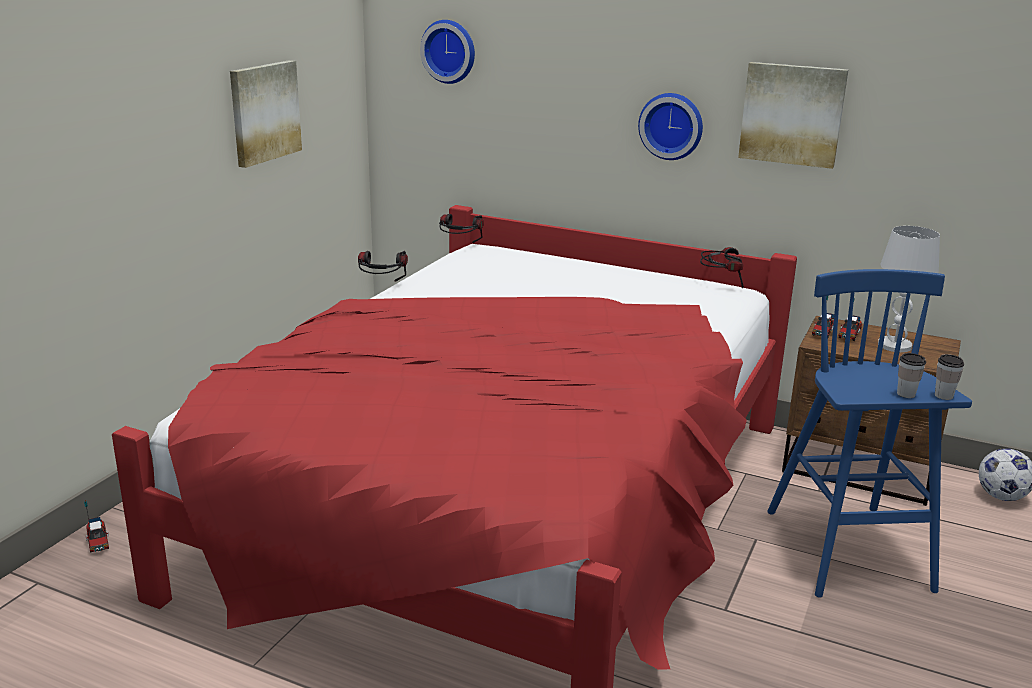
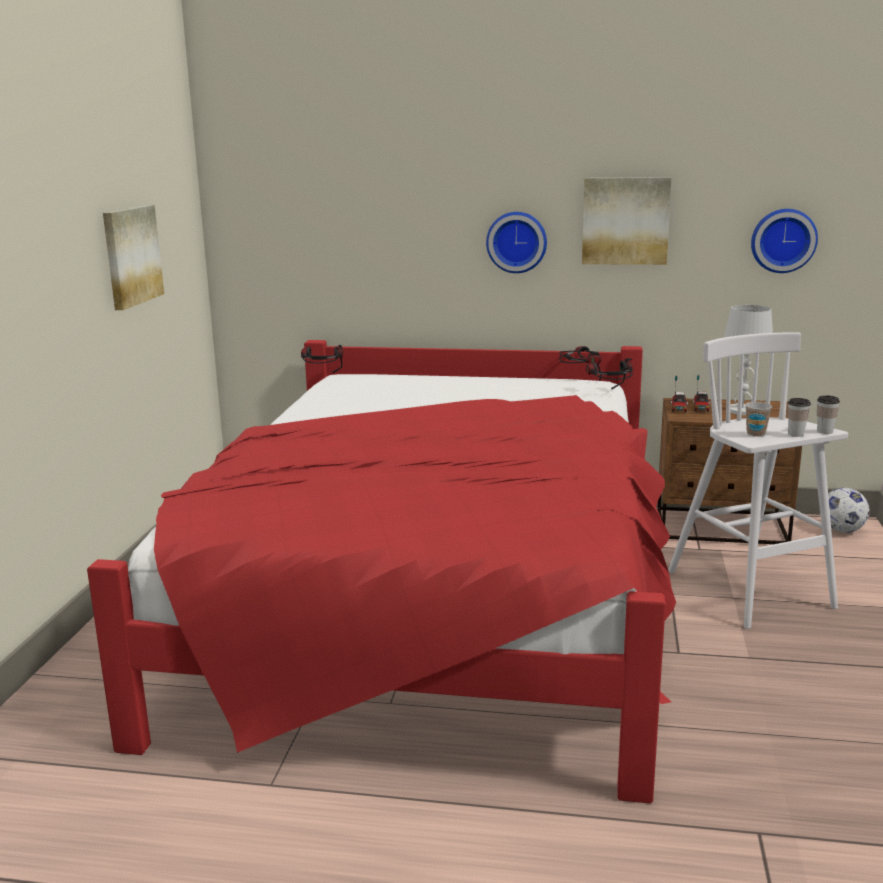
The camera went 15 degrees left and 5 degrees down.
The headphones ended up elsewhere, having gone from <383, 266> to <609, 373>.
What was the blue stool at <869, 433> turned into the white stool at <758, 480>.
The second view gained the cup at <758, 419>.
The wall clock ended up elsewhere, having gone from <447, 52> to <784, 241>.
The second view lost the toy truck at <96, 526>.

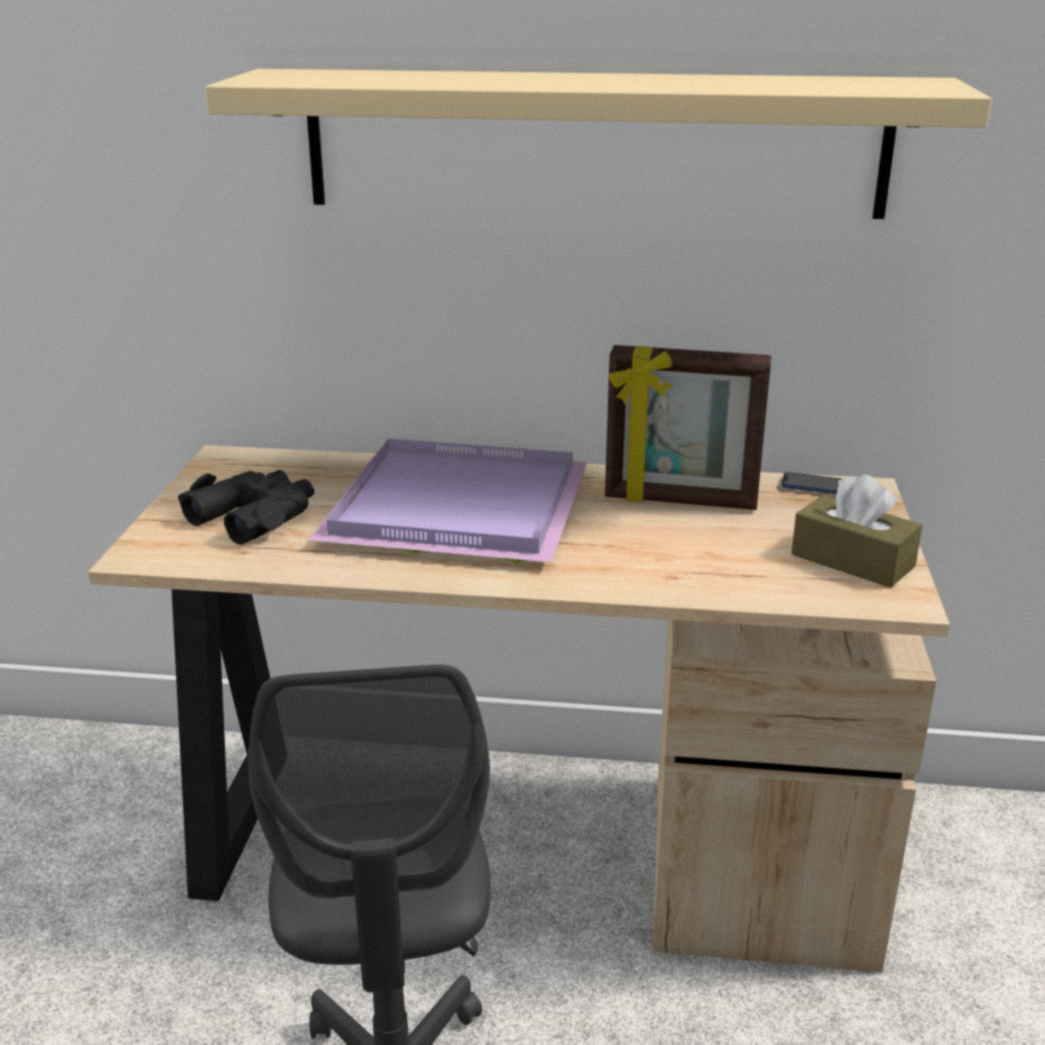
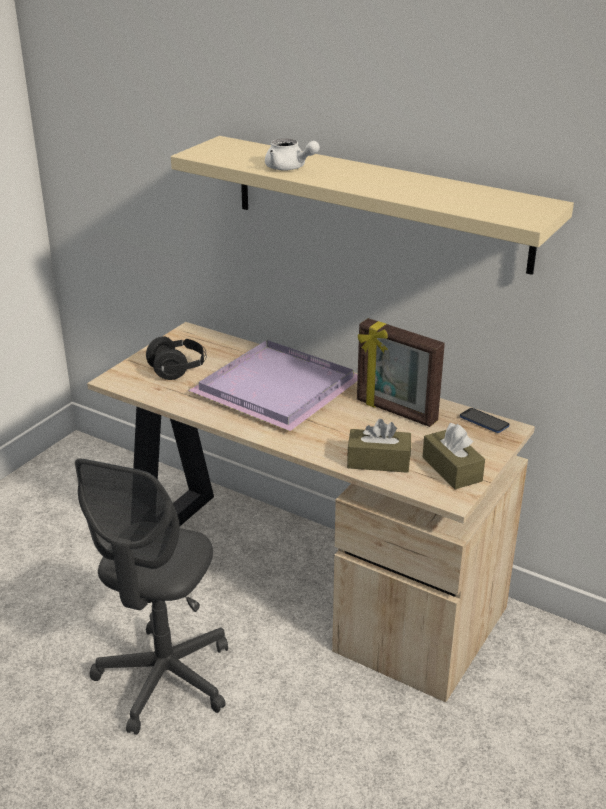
The camera went 25 degrees right and 5 degrees up.
Where the black binoculars stood at <246, 507>, the black headphones came to stand at <176, 358>.
The second view gained the white teapot at <292, 154>.
The second view gained the brown tissue box at <379, 446>.

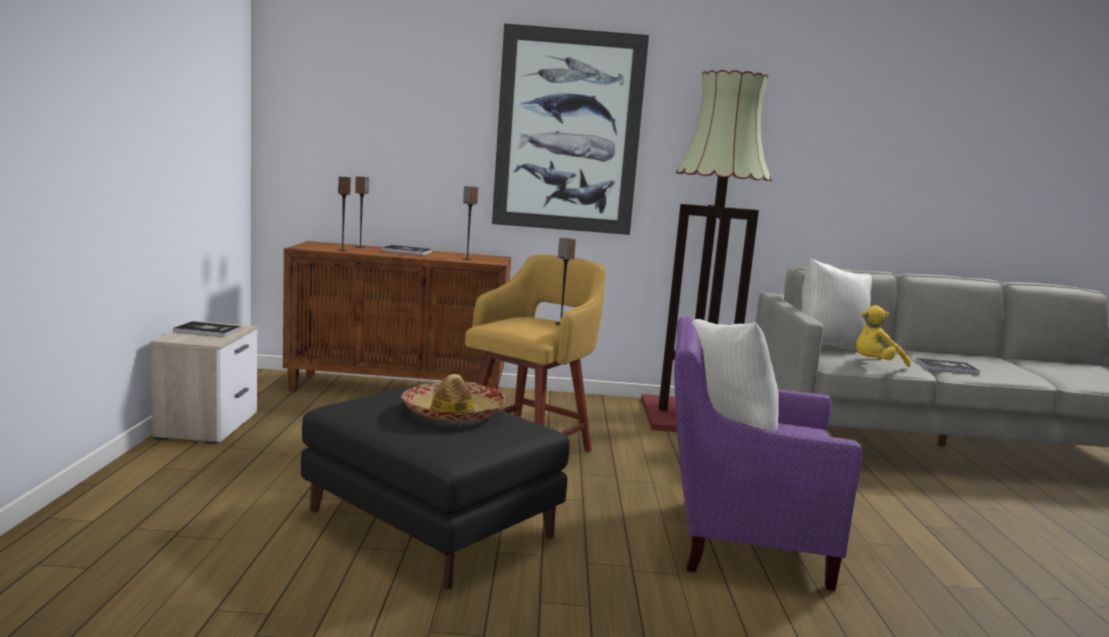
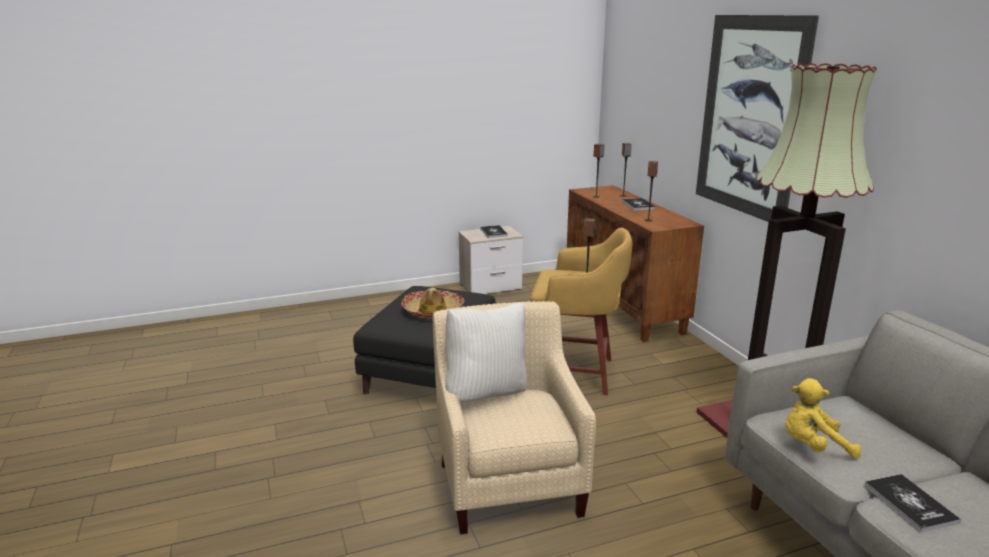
The camera went 70 degrees right and 10 degrees up.
What was the purple armchair at <768, 454> turned into the beige armchair at <514, 417>.
The yellow plush toy at <883, 336> ended up facing another way, 45 degrees counterclockwise from before.
The second view lost the white pillow at <837, 304>.

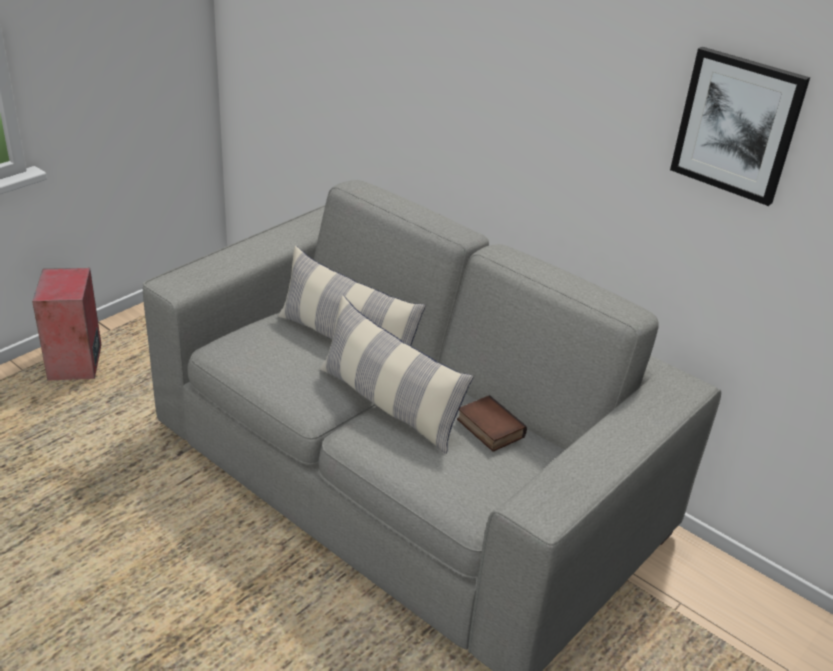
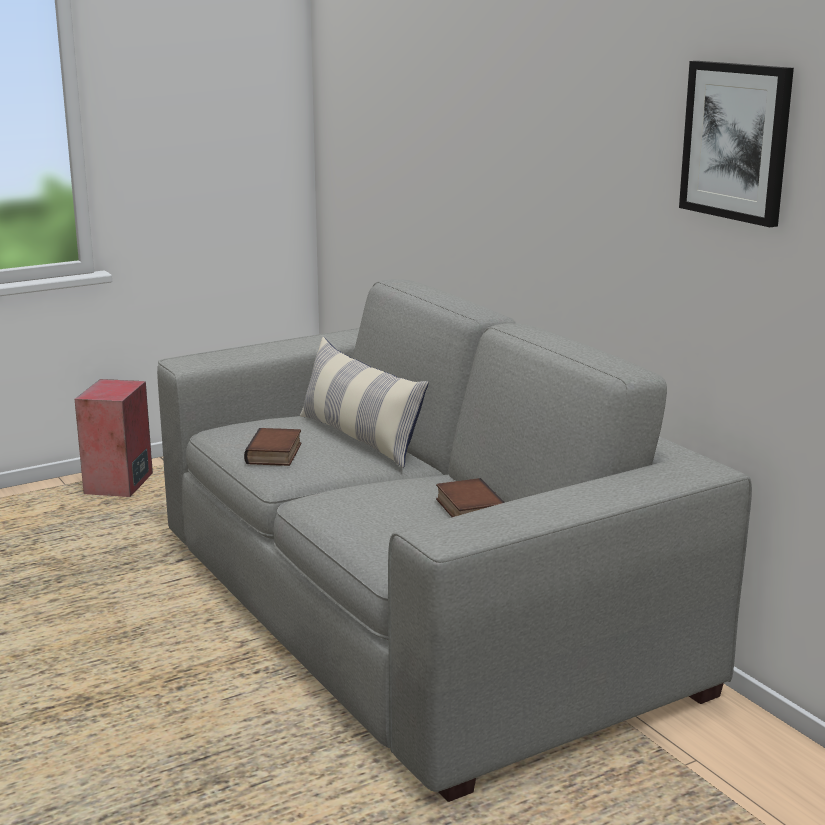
The camera went 20 degrees right and 15 degrees down.
The second view gained the book at <273, 447>.
The second view lost the pillow at <396, 374>.

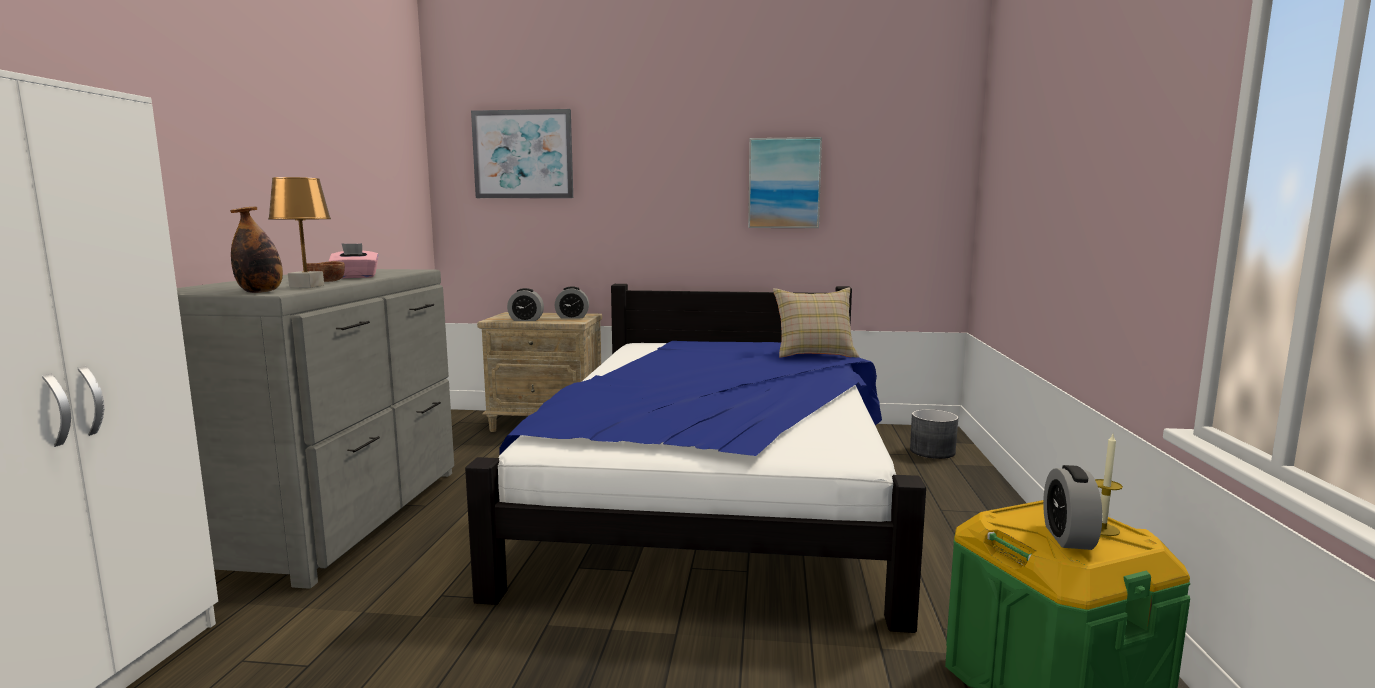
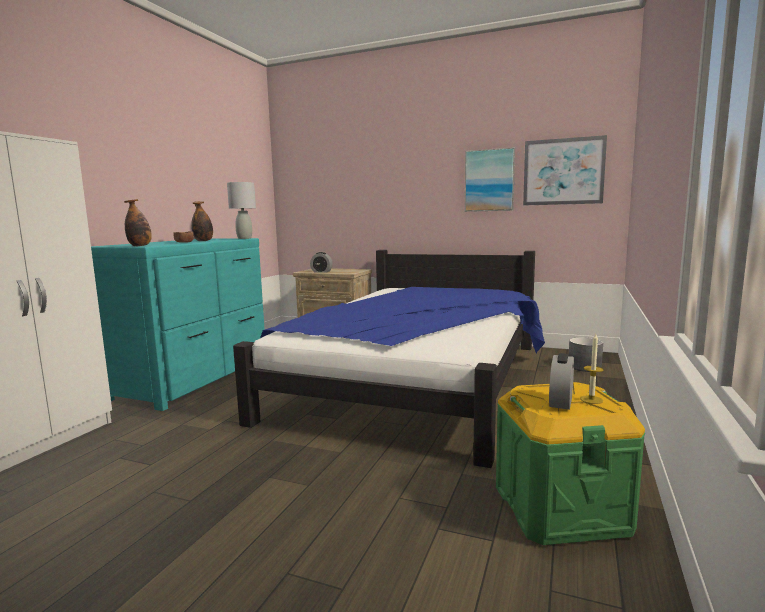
The camera went 15 degrees right and 0 degrees up.
What was the grey dresser at <315, 429> turned into the turquoise dresser at <178, 324>.
Where the pink tissue box stood at <354, 260>, the bottle came to stand at <202, 221>.
The second view gained the grey table lamp at <241, 210>.
The picture ended up elsewhere, having gone from <522, 153> to <565, 170>.
The second view lost the brown table lamp at <299, 232>.
The second view lost the alarm clock at <572, 302>.
The second view lost the beige pillow at <816, 323>.

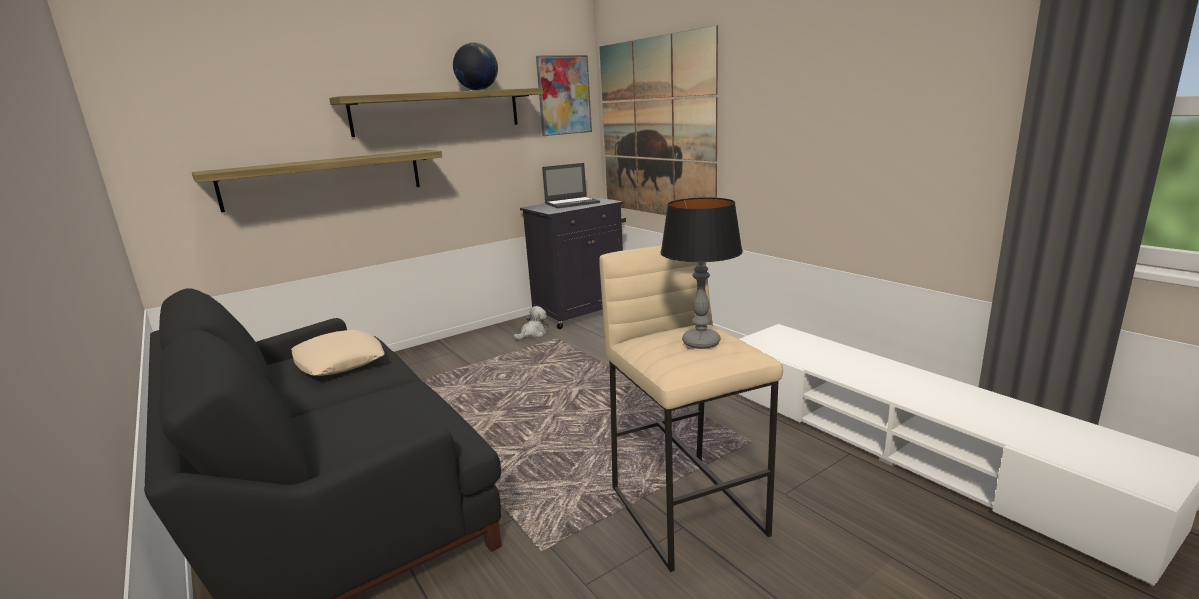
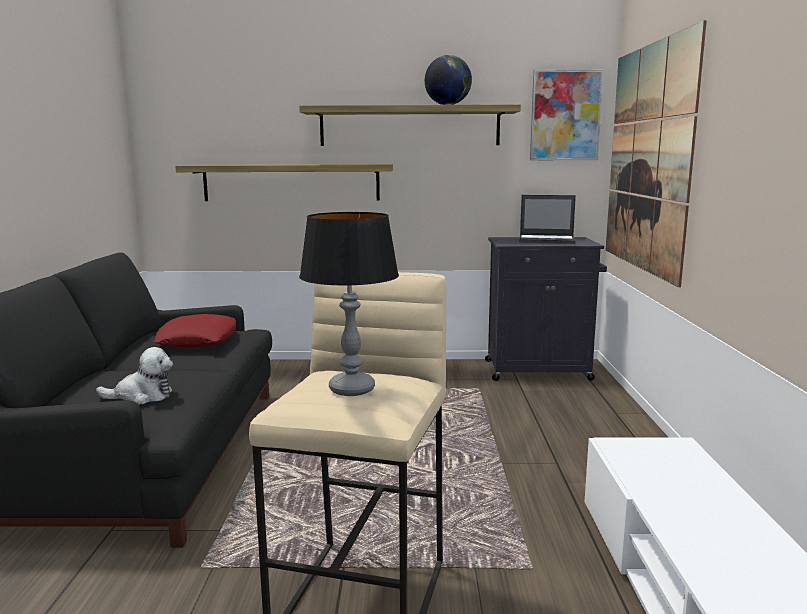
The camera went 35 degrees right and 5 degrees down.
The plush toy ended up elsewhere, having gone from <530, 323> to <134, 376>.
What was the beige pillow at <338, 353> turned into the red pillow at <194, 331>.

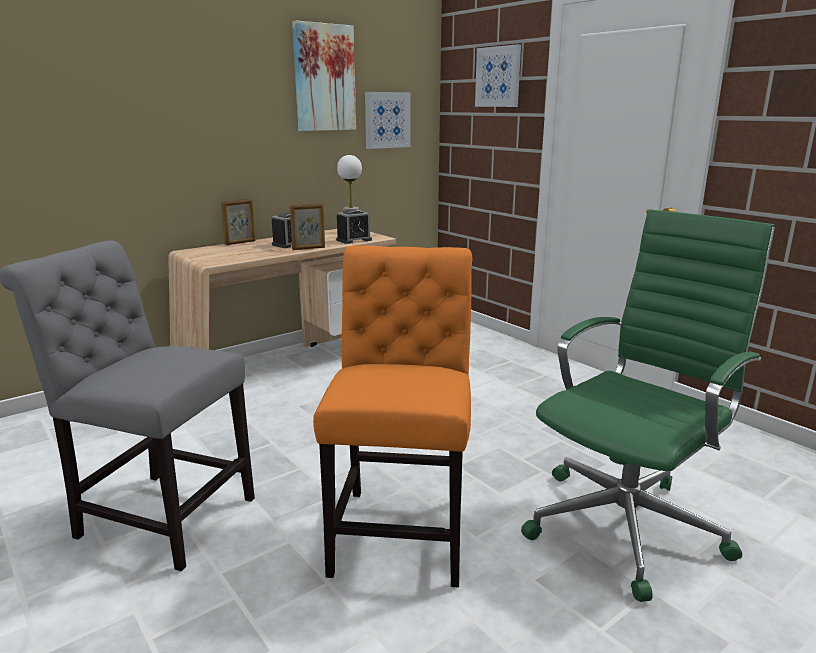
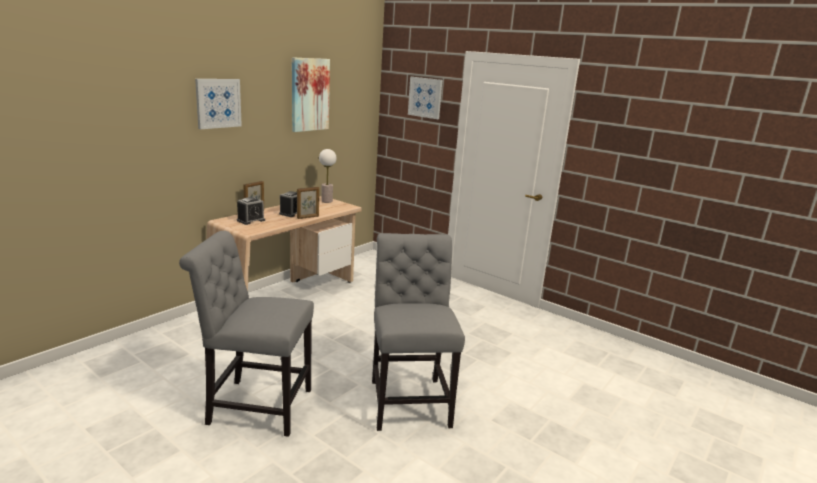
The camera went 15 degrees left and 0 degrees up.
The picture ended up elsewhere, having gone from <388, 120> to <218, 104>.
The alarm clock ended up elsewhere, having gone from <354, 226> to <251, 211>.
What was the orange chair at <392, 416> turned into the grey chair at <418, 332>.
The second view lost the green office chair at <648, 405>.

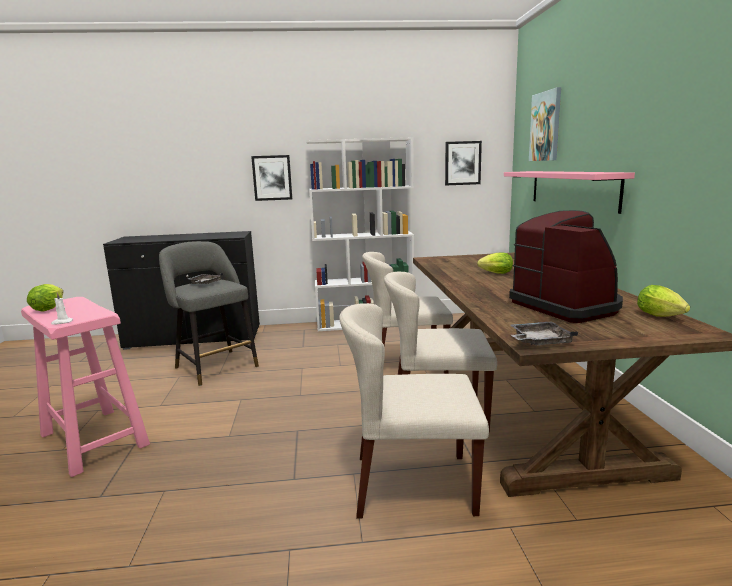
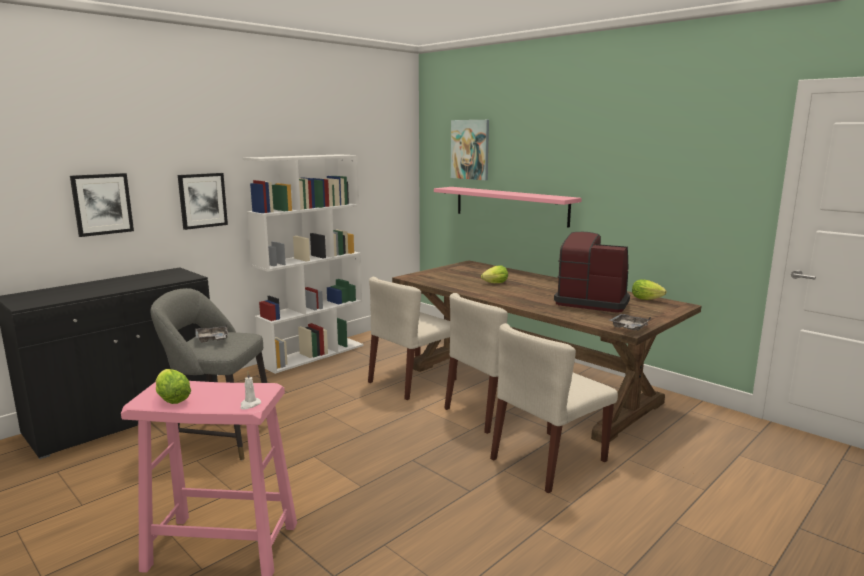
The camera went 40 degrees left and 0 degrees up.
The picture ended up elsewhere, having gone from <463, 163> to <102, 205>.

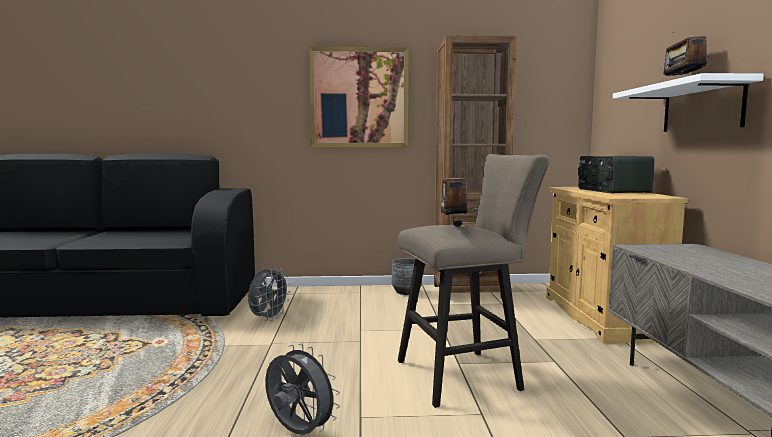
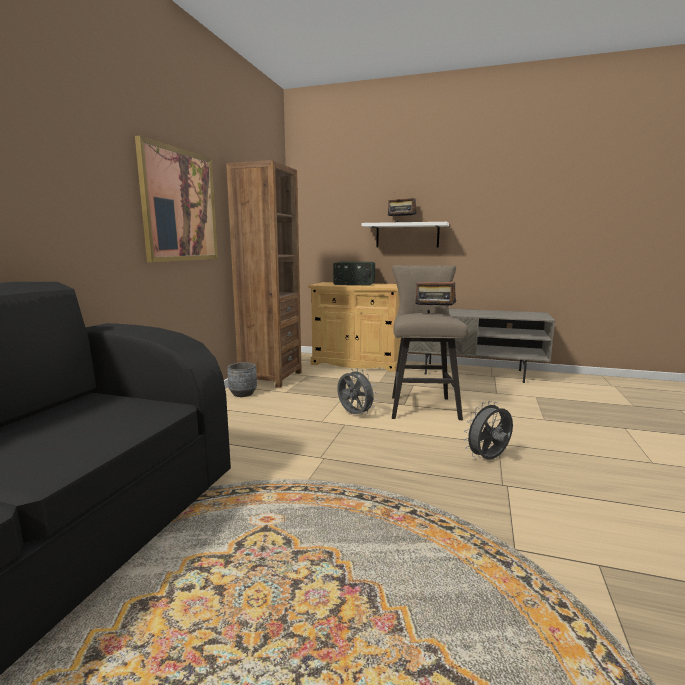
The camera went 70 degrees left and 5 degrees up.
The grey fan ended up elsewhere, having gone from <269, 294> to <357, 391>.

